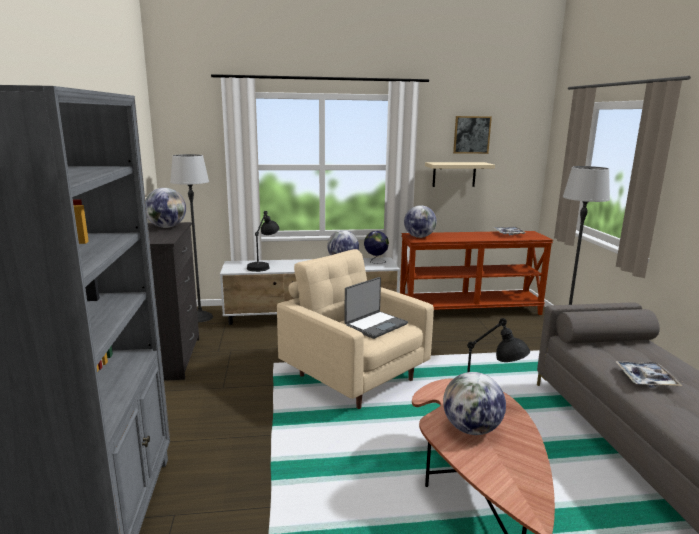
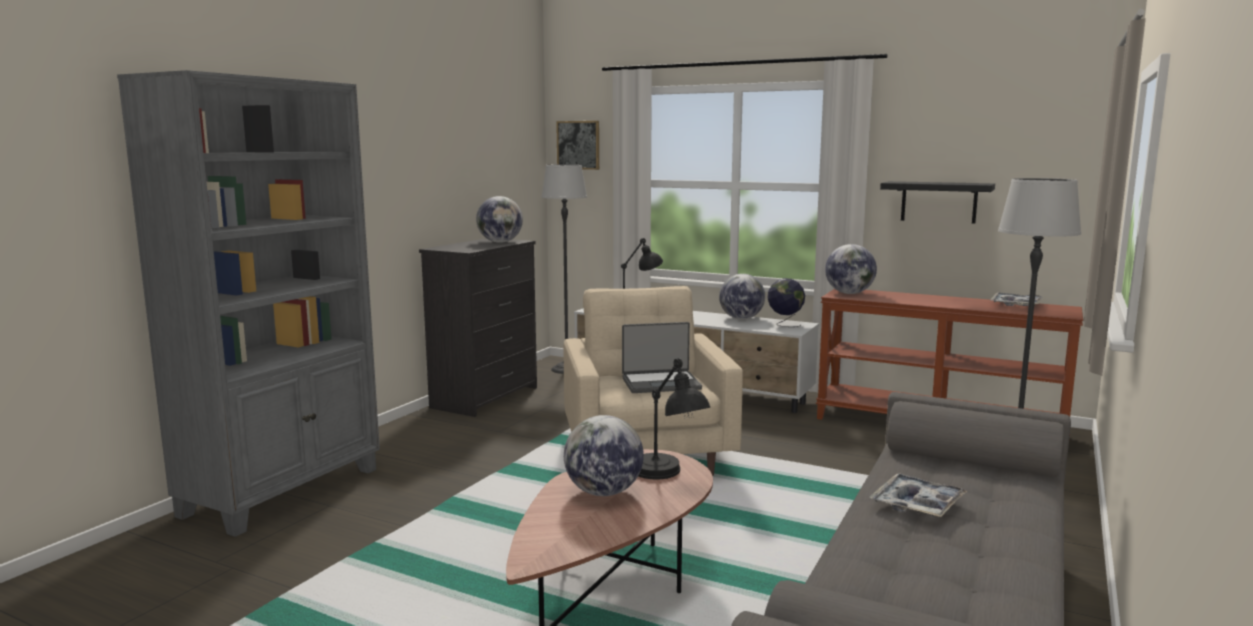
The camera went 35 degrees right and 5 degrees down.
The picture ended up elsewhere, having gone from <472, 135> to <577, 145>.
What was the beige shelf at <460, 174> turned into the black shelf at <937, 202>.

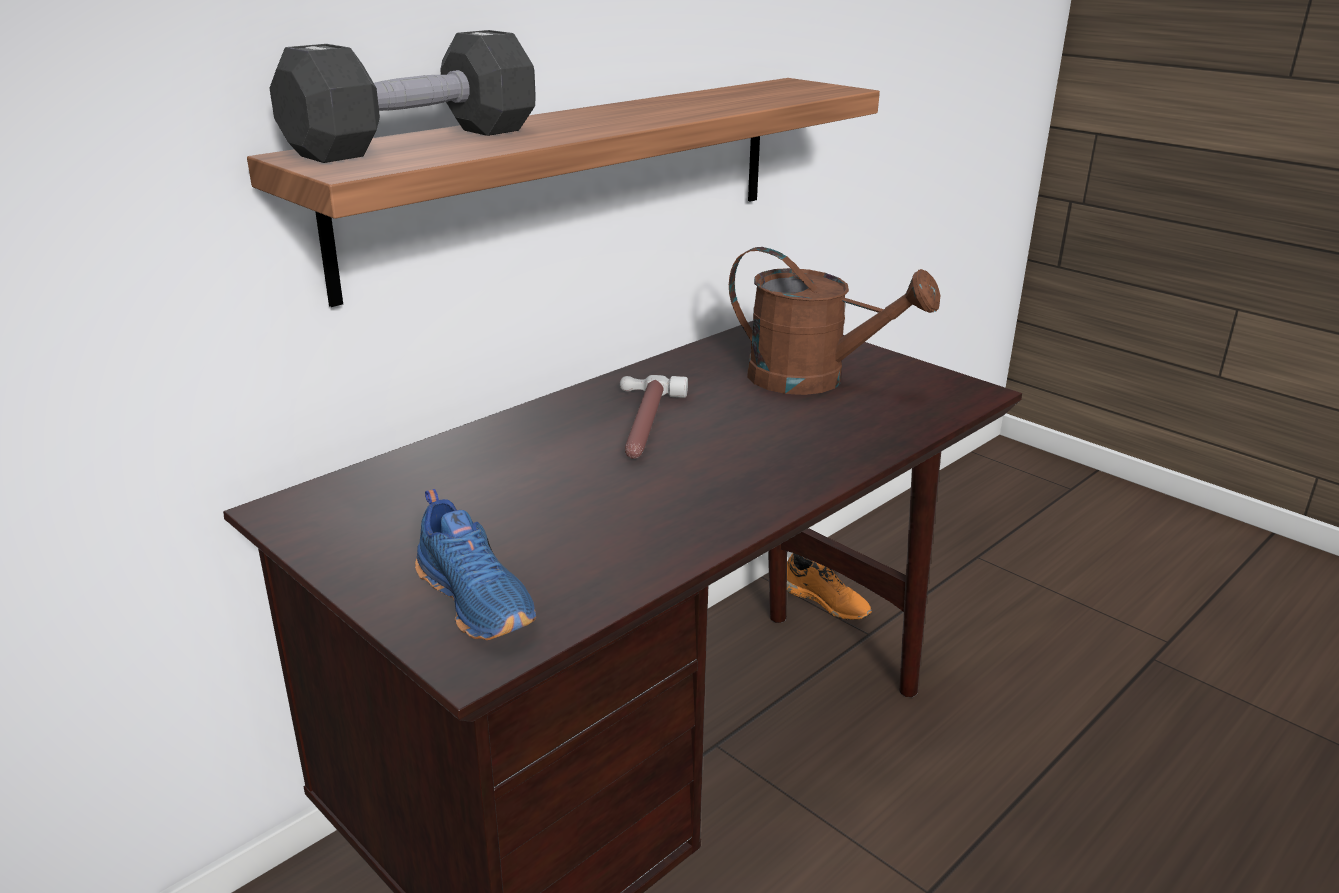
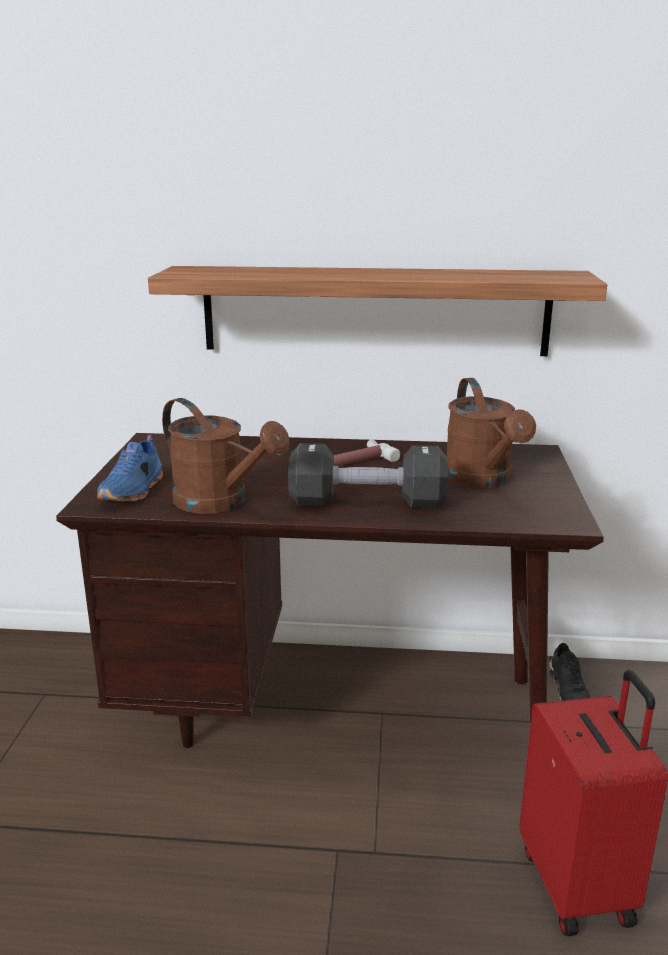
The camera went 50 degrees right and 5 degrees down.
The second view gained the brown watering can at <226, 456>.
The black dumbbell ended up elsewhere, having gone from <403, 96> to <368, 476>.
The second view gained the red suitcase at <594, 803>.
What was the orange shoe at <829, 586> turned into the black shoe at <569, 672>.

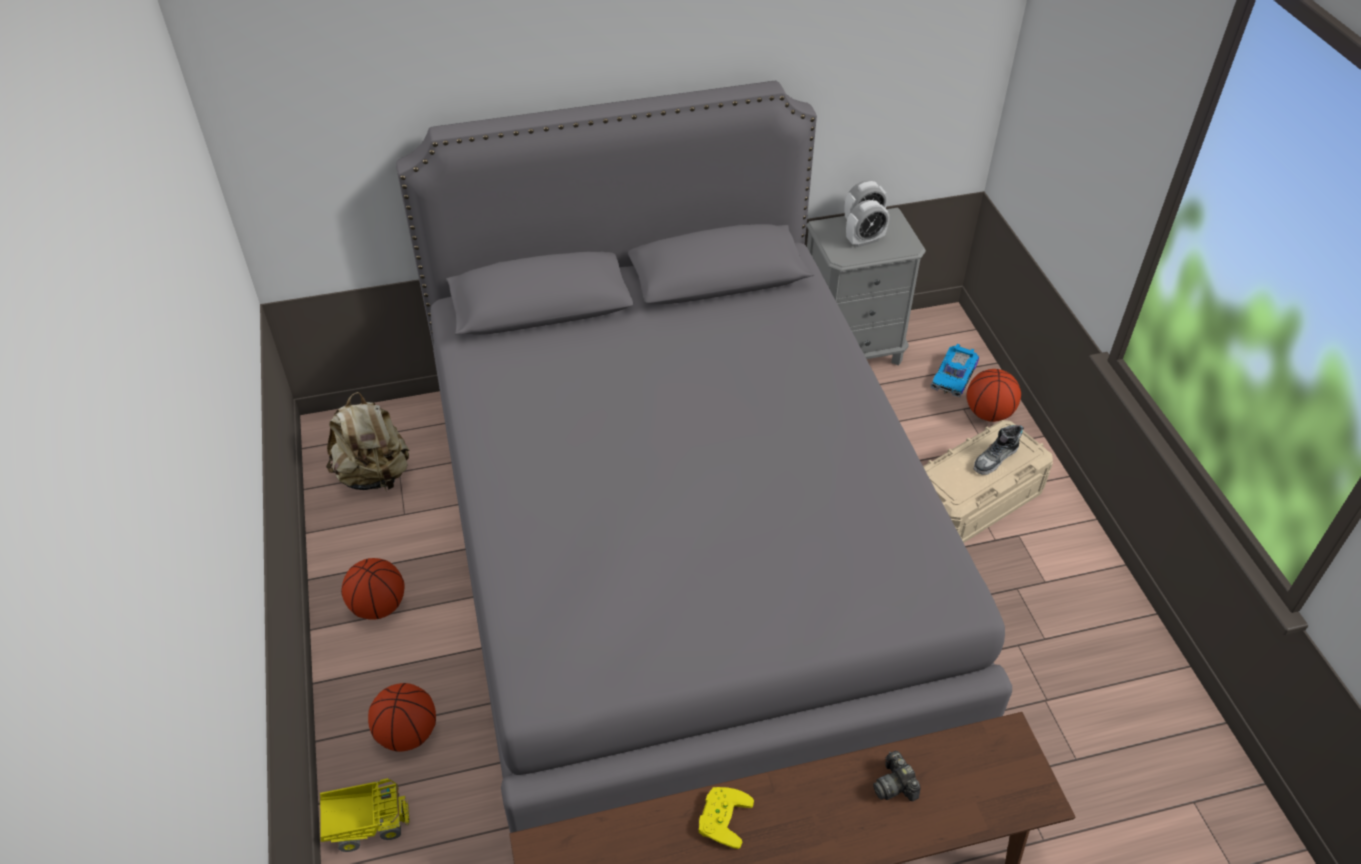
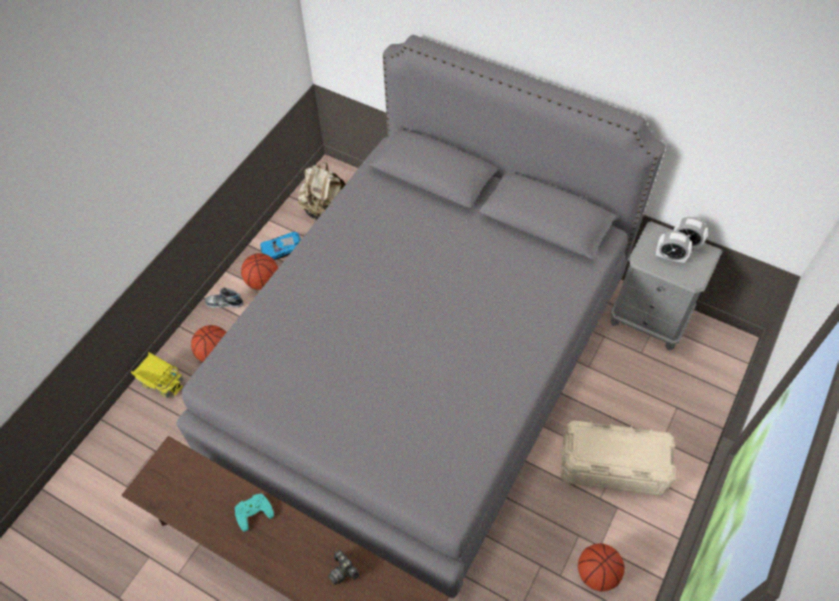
The camera went 45 degrees right and 10 degrees up.
The shoe ended up elsewhere, having gone from <999, 450> to <224, 298>.
What was the yellow game controller at <726, 818> turned into the turquoise game controller at <254, 512>.
The toy car ended up elsewhere, having gone from <955, 370> to <280, 246>.
The photo camera at <896, 776> ended up facing another way, 60 degrees counterclockwise from before.
The basketball ended up elsewhere, having gone from <993, 395> to <601, 567>.

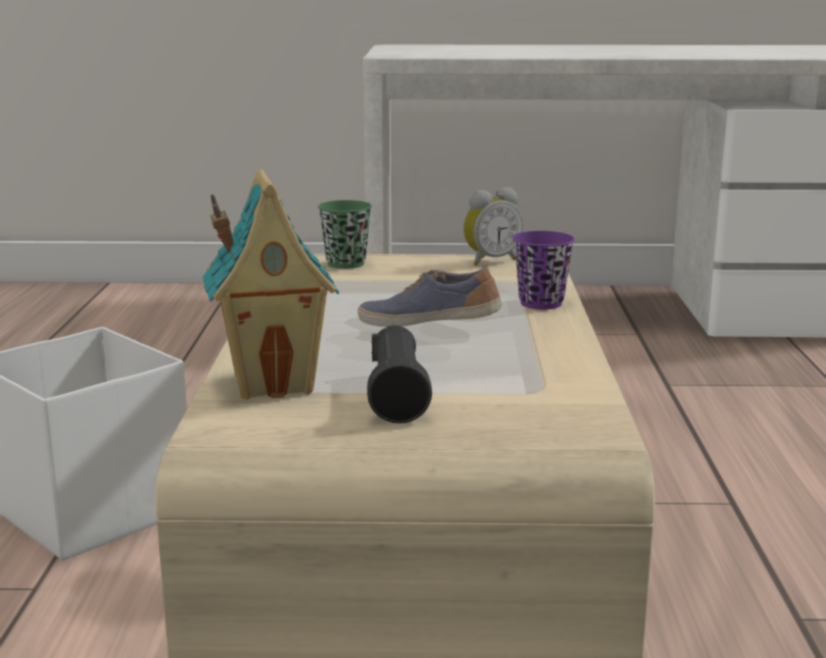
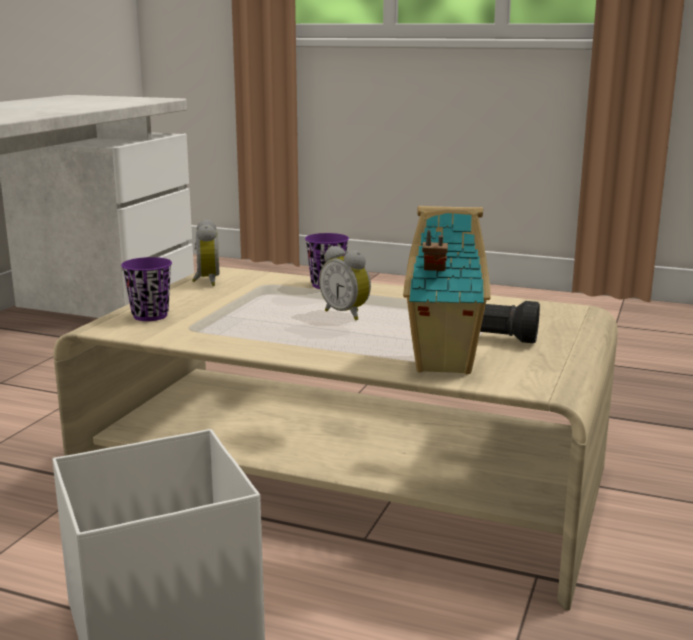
The camera went 70 degrees left and 0 degrees up.
What was the green cup at <345, 234> turned into the purple cup at <146, 289>.
Where the shoe stood at <430, 297>, the alarm clock came to stand at <345, 283>.

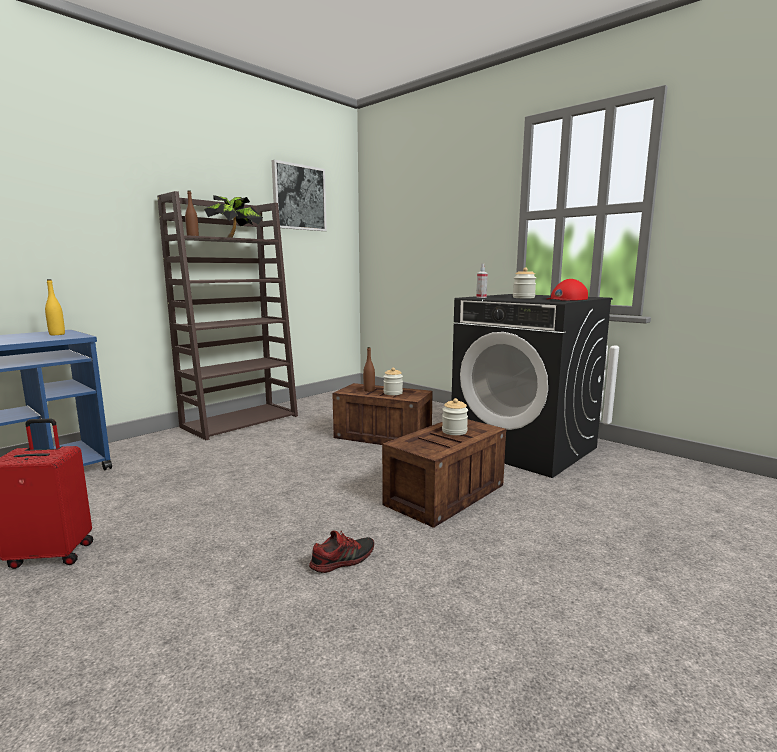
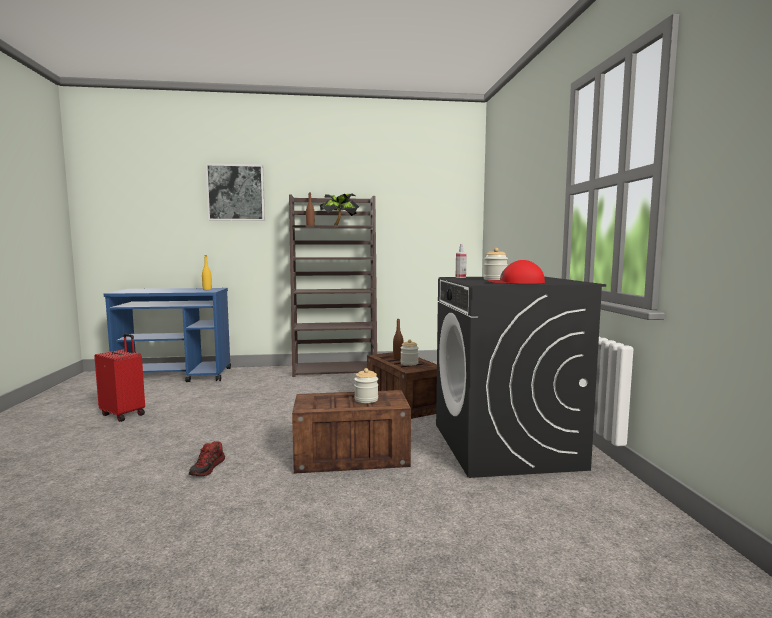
The camera went 40 degrees right and 5 degrees down.
The shoe at <341, 552> ended up facing another way, 90 degrees clockwise from before.
The picture ended up elsewhere, having gone from <299, 195> to <235, 192>.

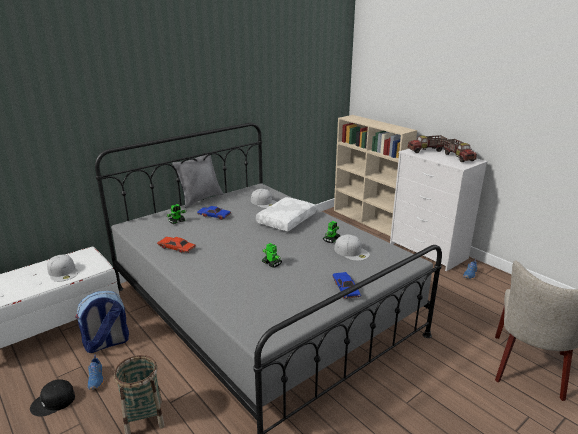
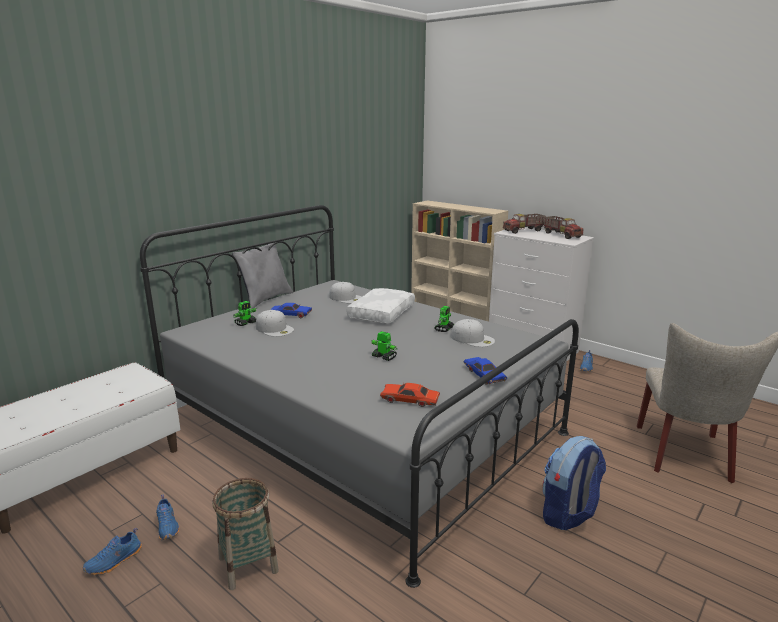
The camera went 10 degrees left and 5 degrees down.
Where the black cap stood at <52, 398>, the blue shoe came to stand at <112, 551>.
The white cap ended up elsewhere, having gone from <62, 268> to <275, 323>.
The red toy car ended up elsewhere, having gone from <176, 245> to <410, 395>.
The backpack ended up elsewhere, having gone from <102, 322> to <574, 483>.

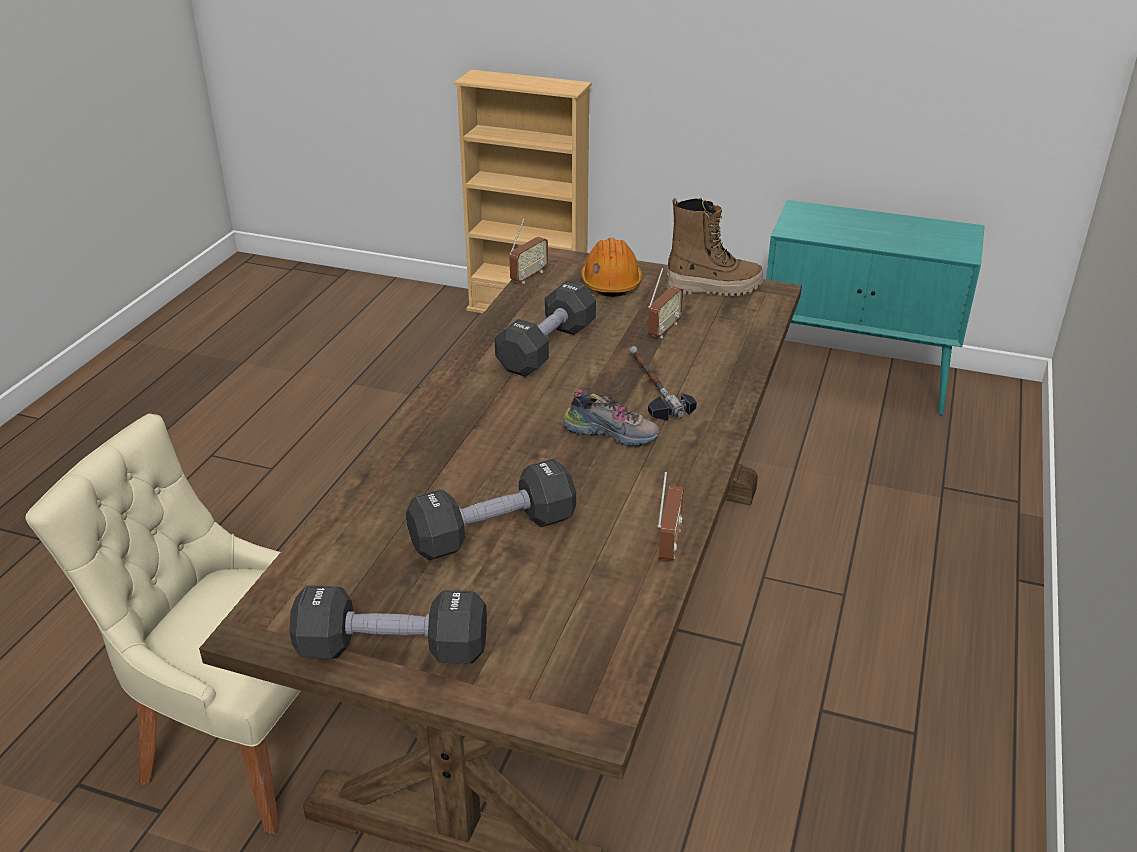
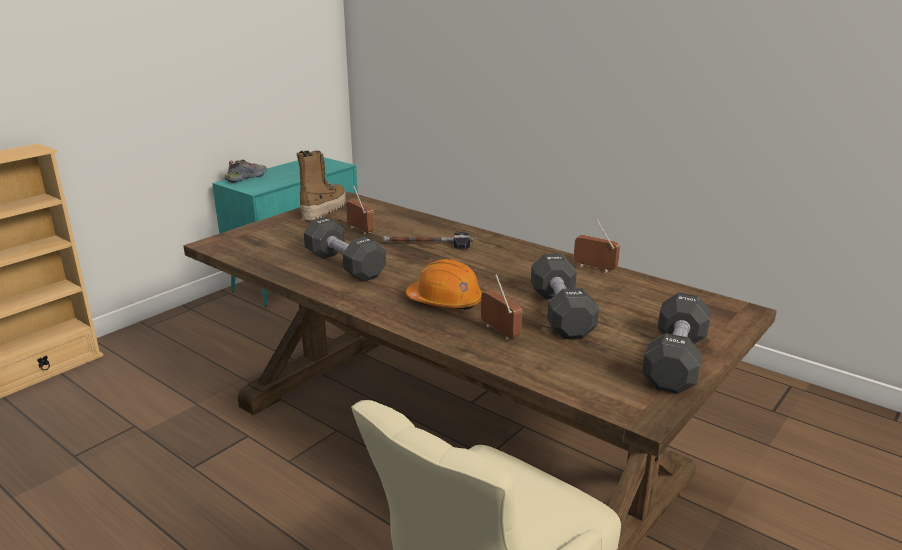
The camera went 70 degrees left and 10 degrees down.
The shoe ended up elsewhere, having gone from <611, 418> to <246, 171>.
The orange hard hat ended up elsewhere, having gone from <611, 267> to <444, 284>.
The radio ended up elsewhere, having gone from <528, 251> to <501, 307>.

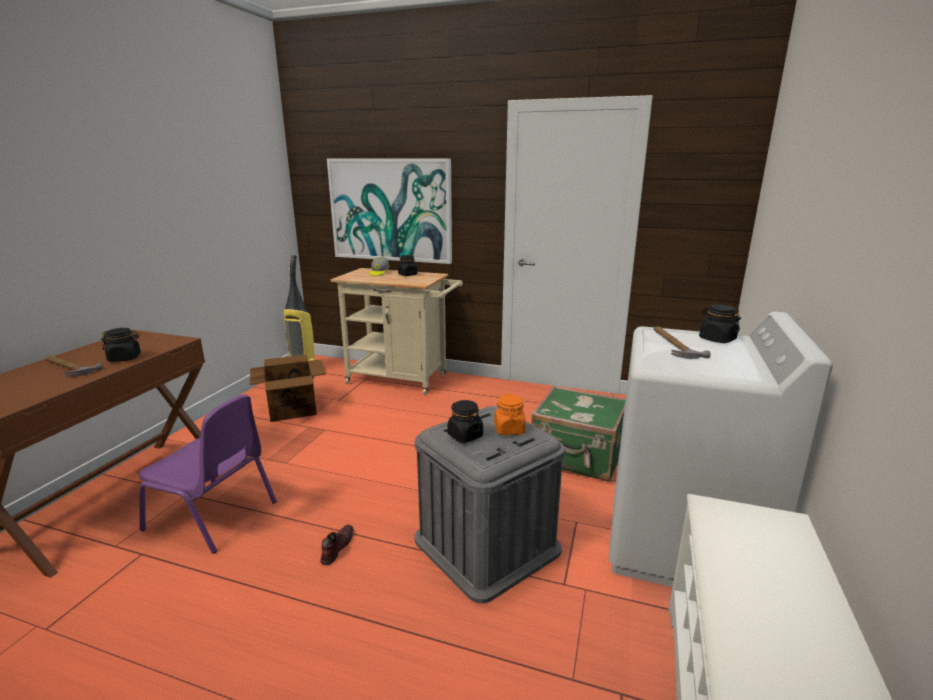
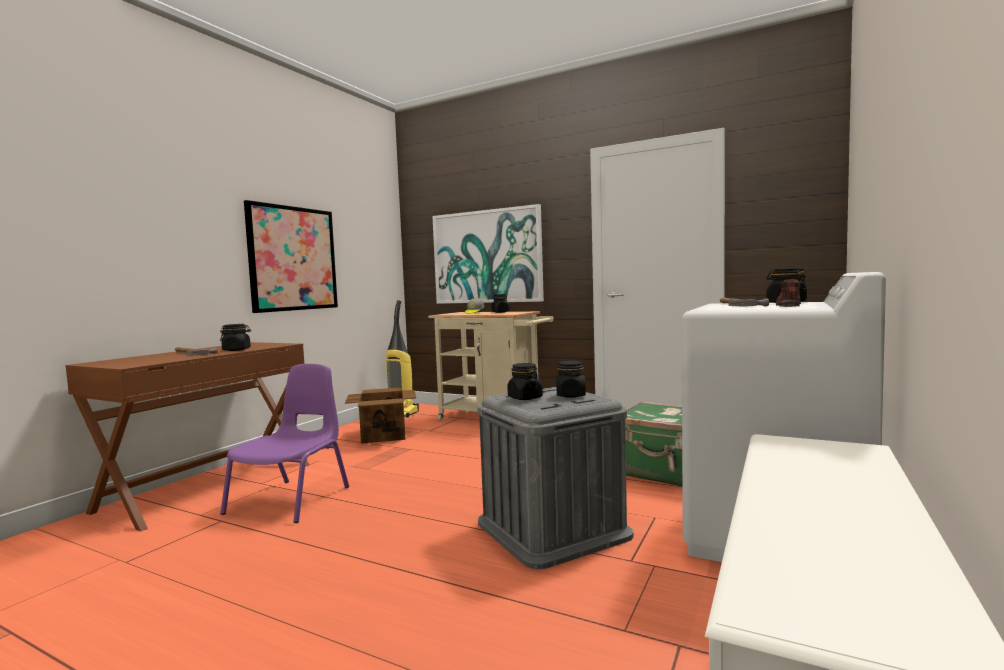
The camera went 10 degrees right and 15 degrees down.
The purple chair at <208, 474> ended up facing another way, 105 degrees counterclockwise from before.
The second view gained the picture at <291, 256>.
What was the orange jar at <510, 414> turned into the black jar at <571, 379>.
The brown shoe ended up elsewhere, having gone from <337, 544> to <788, 293>.

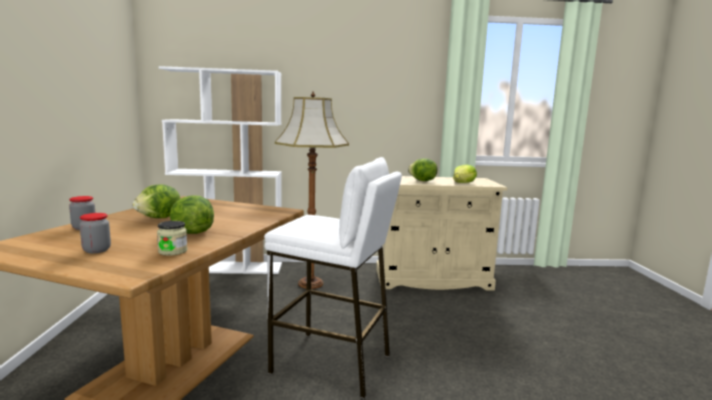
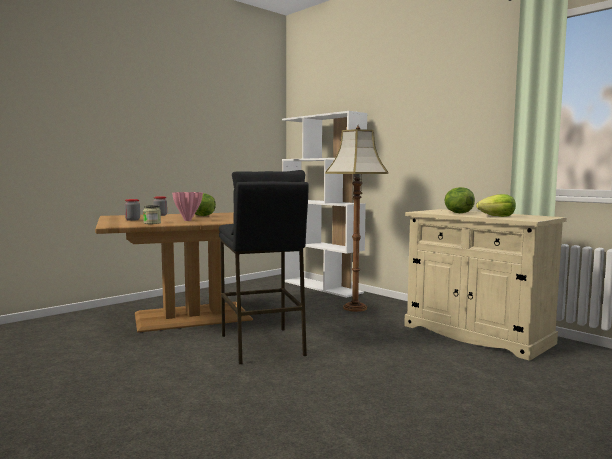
The camera went 50 degrees right and 5 degrees down.
Where the lettuce stood at <192, 214>, the pink vase came to stand at <187, 206>.
What was the white stool at <333, 278> turned into the black stool at <264, 267>.

